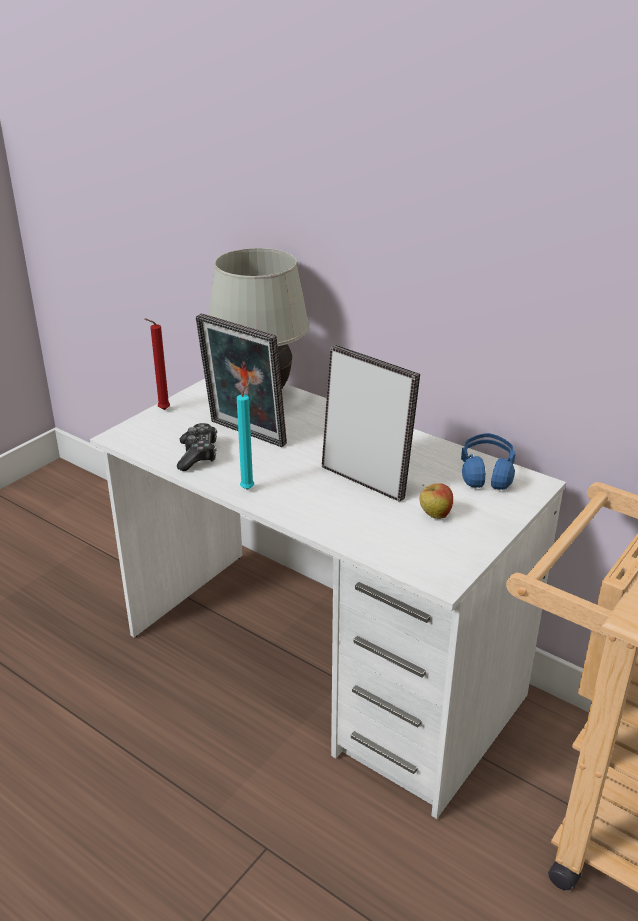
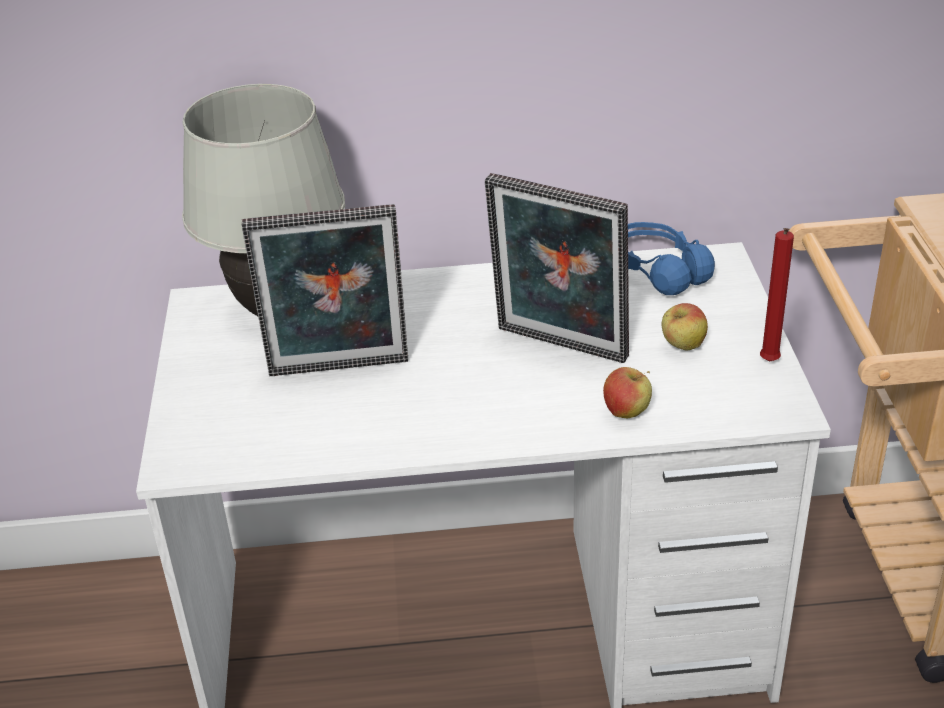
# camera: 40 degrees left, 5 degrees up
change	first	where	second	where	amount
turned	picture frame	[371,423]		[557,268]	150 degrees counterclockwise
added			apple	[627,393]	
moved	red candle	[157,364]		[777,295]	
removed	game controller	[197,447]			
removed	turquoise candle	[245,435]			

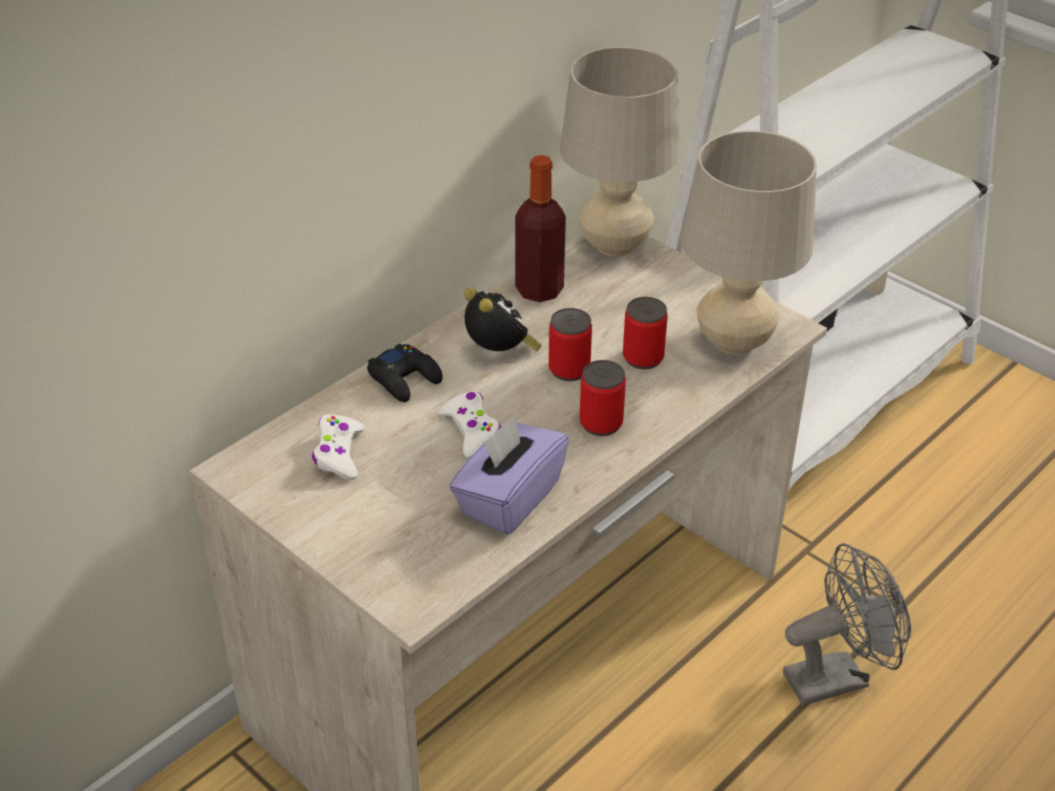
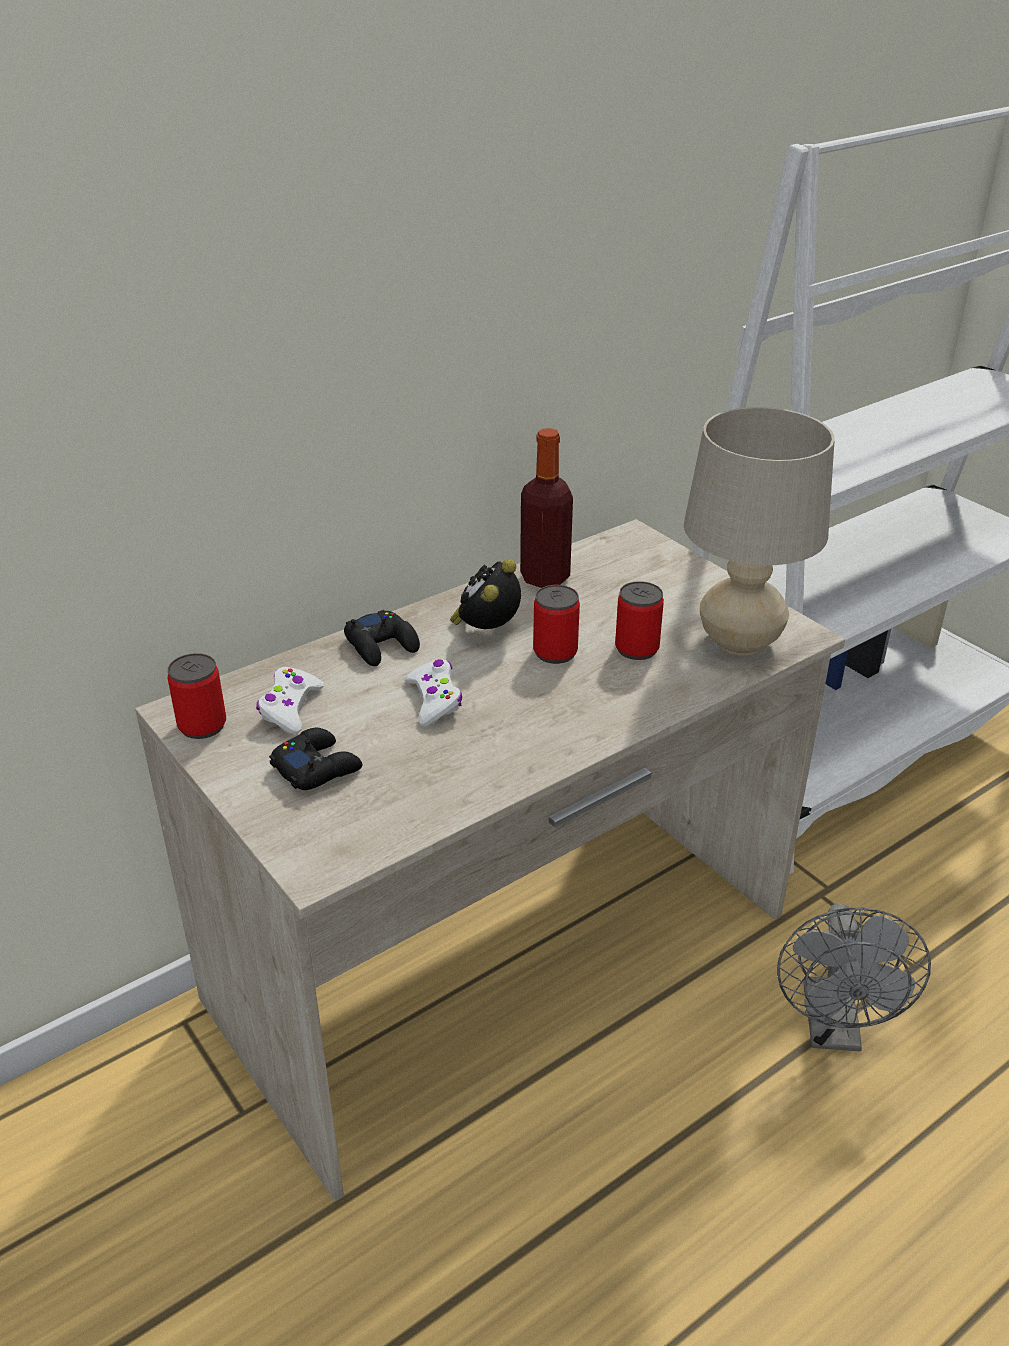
# camera: 10 degrees right, 5 degrees down
change	first	where	second	where	amount
moved	can	[602,398]		[197,696]	
added			black game controller	[315,759]	
turned	alarm clock	[503,319]		[485,594]	135 degrees counterclockwise
turned	grey fan	[847,624]		[854,977]	105 degrees clockwise
removed	purple tissue box	[509,475]			
removed	beige table lamp	[620,152]			

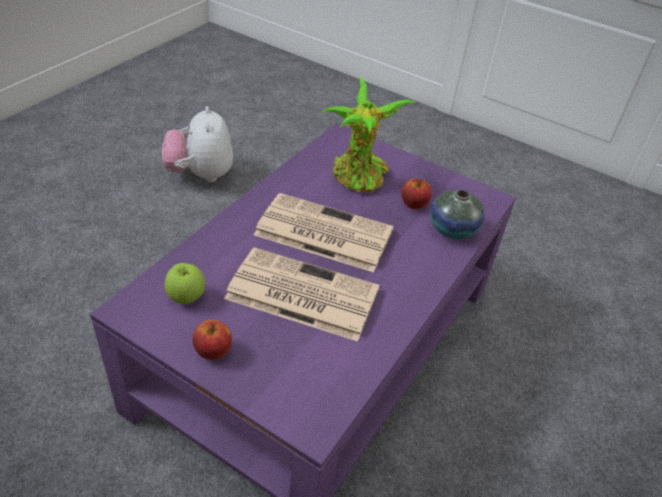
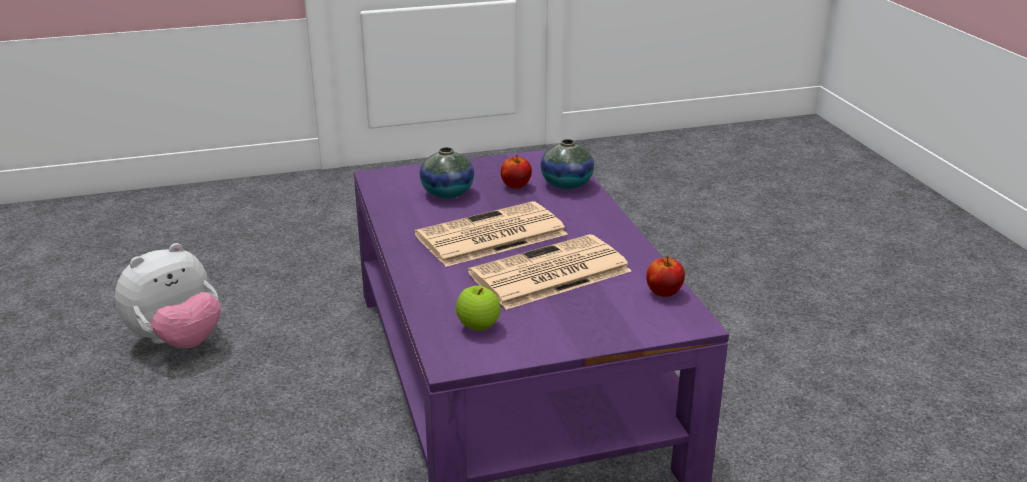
# camera: 45 degrees left, 15 degrees down
change	first	where	second	where	amount
turned	plush toy	[197,144]		[168,295]	75 degrees counterclockwise
replaced	potted plant	[368,135]	vase	[447,172]	
moved	apple	[212,340]		[665,276]	

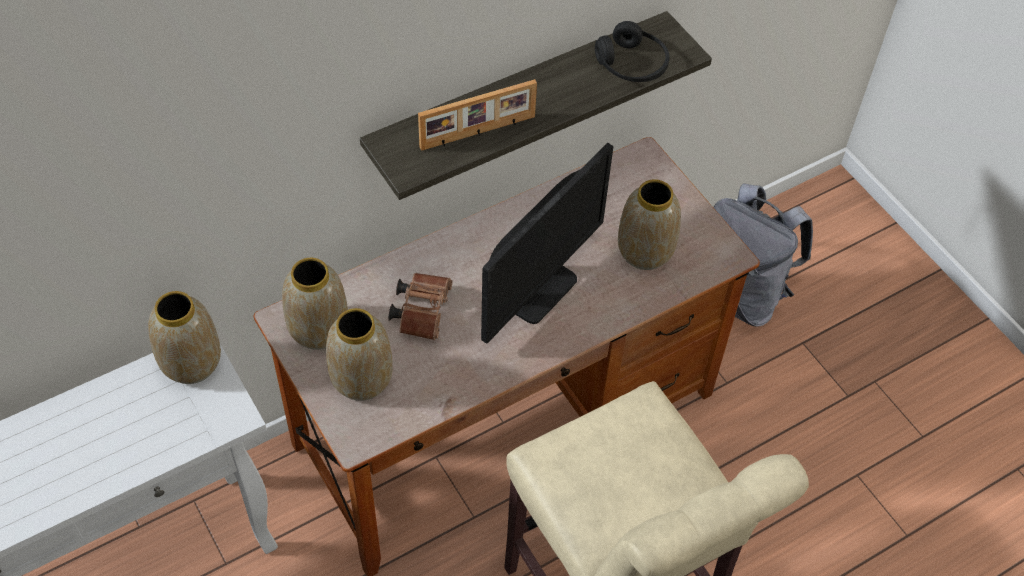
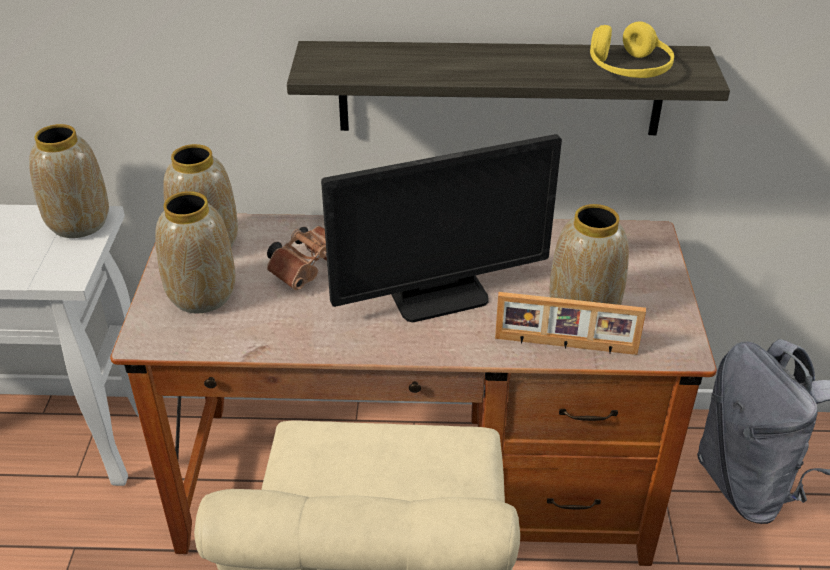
# camera: 35 degrees right, 15 degrees down
change	first	where	second	where	amount
moved	picture frame	[477,115]		[570,323]	
recoloured	black headphones	[632,51]	yellow headphones	[632,49]	

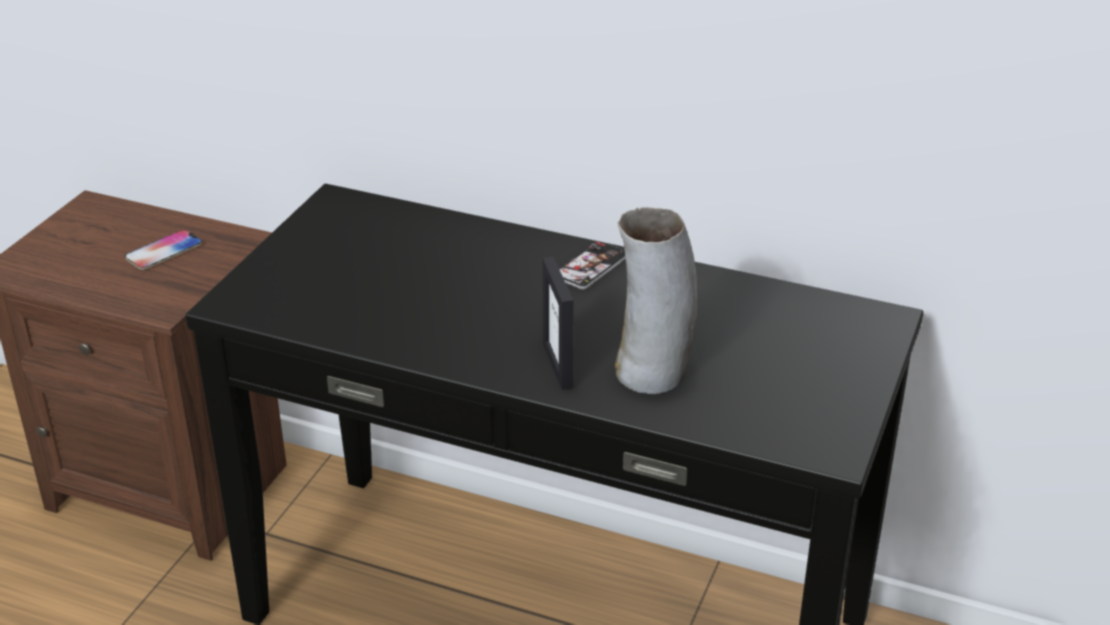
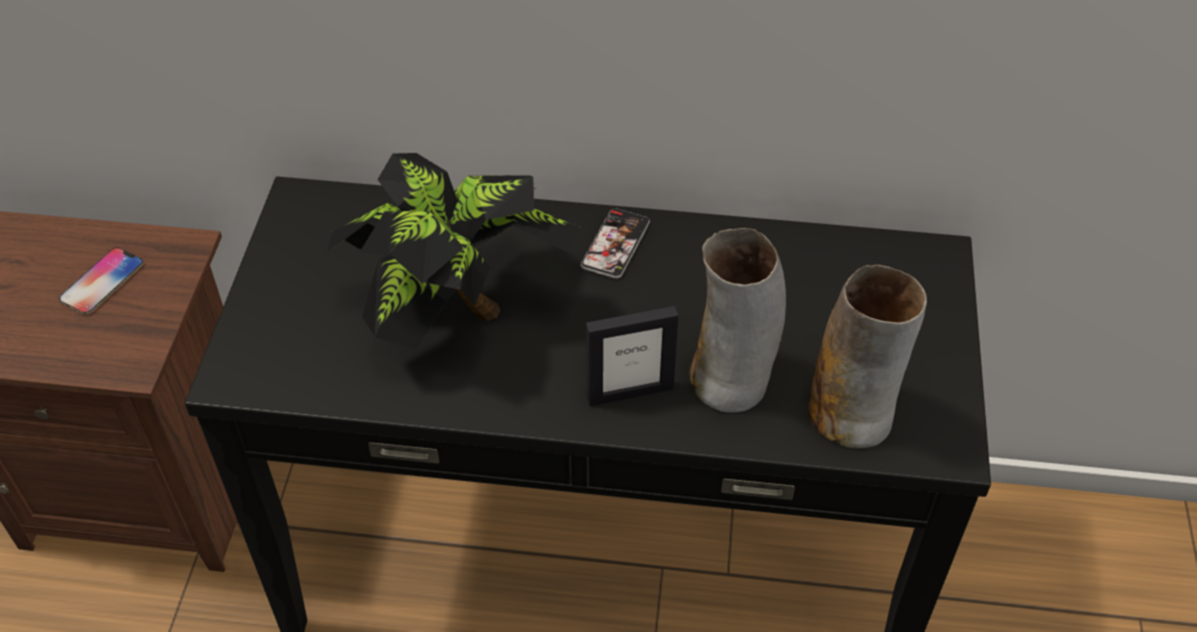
# camera: 15 degrees left, 15 degrees up
change	first	where	second	where	amount
added			potted plant	[454,251]	
turned	picture frame	[558,323]		[632,356]	75 degrees counterclockwise
added			vase	[867,357]	

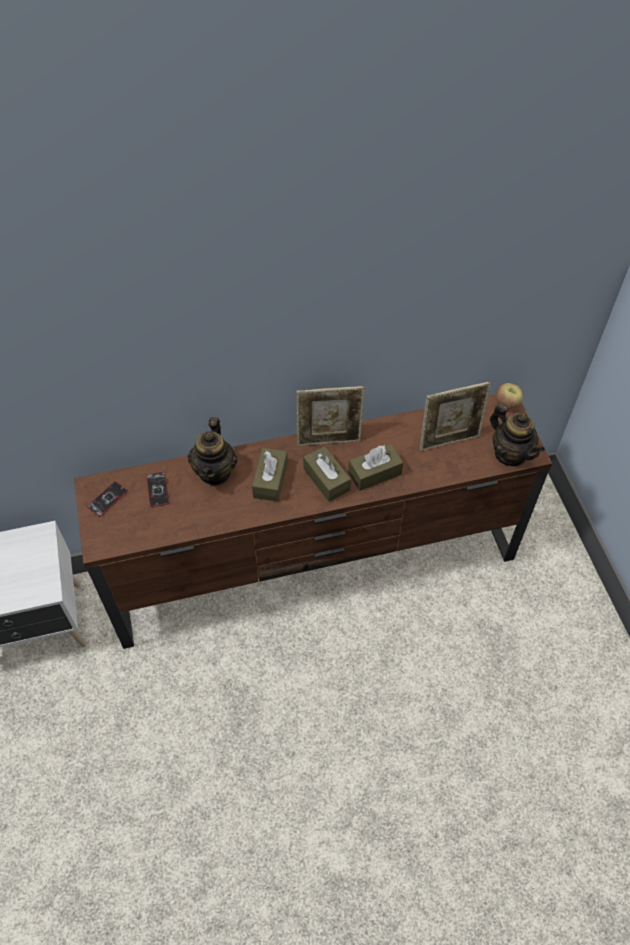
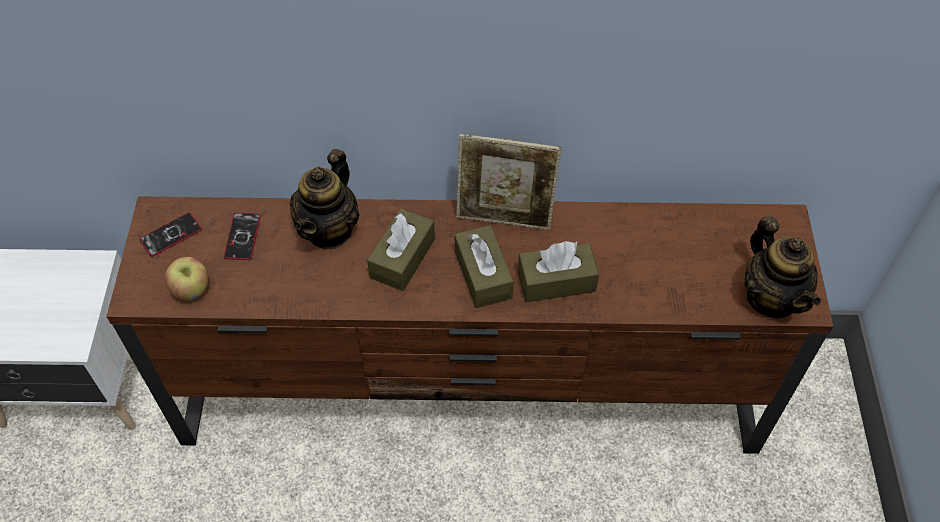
# camera: 15 degrees right, 0 degrees up
change	first	where	second	where	amount
moved	apple	[509,396]		[186,278]	
removed	picture frame	[455,416]			

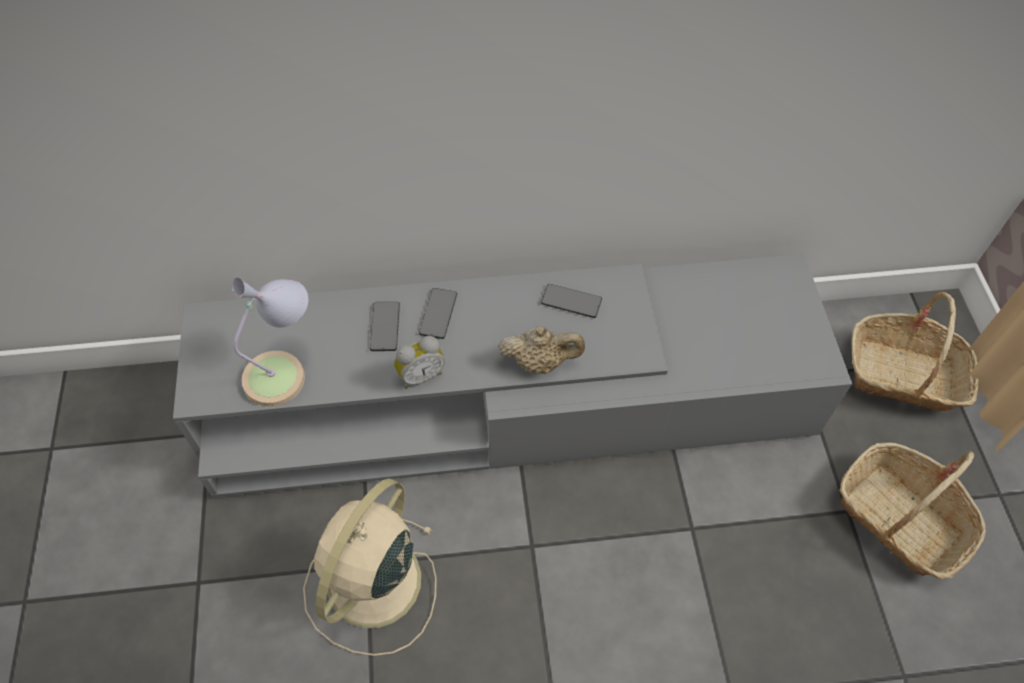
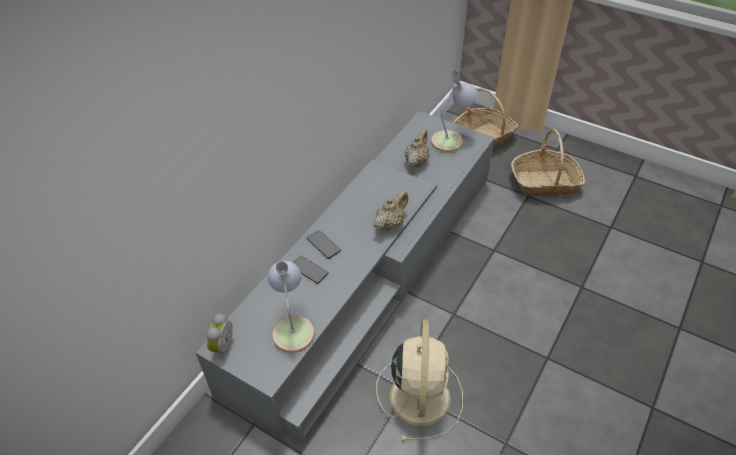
# camera: 50 degrees left, 10 degrees down
change	first	where	second	where	amount
moved	alarm clock	[419,362]		[220,336]	
turned	beige fan	[370,567]		[419,380]	150 degrees counterclockwise
added			beige teapot	[417,148]	
added			table lamp	[455,111]	
removed	phone	[571,301]			

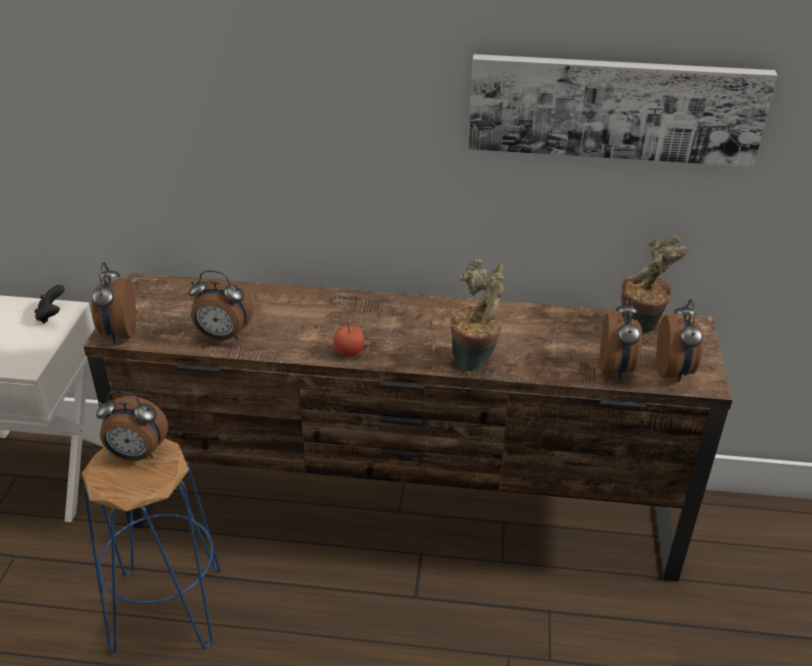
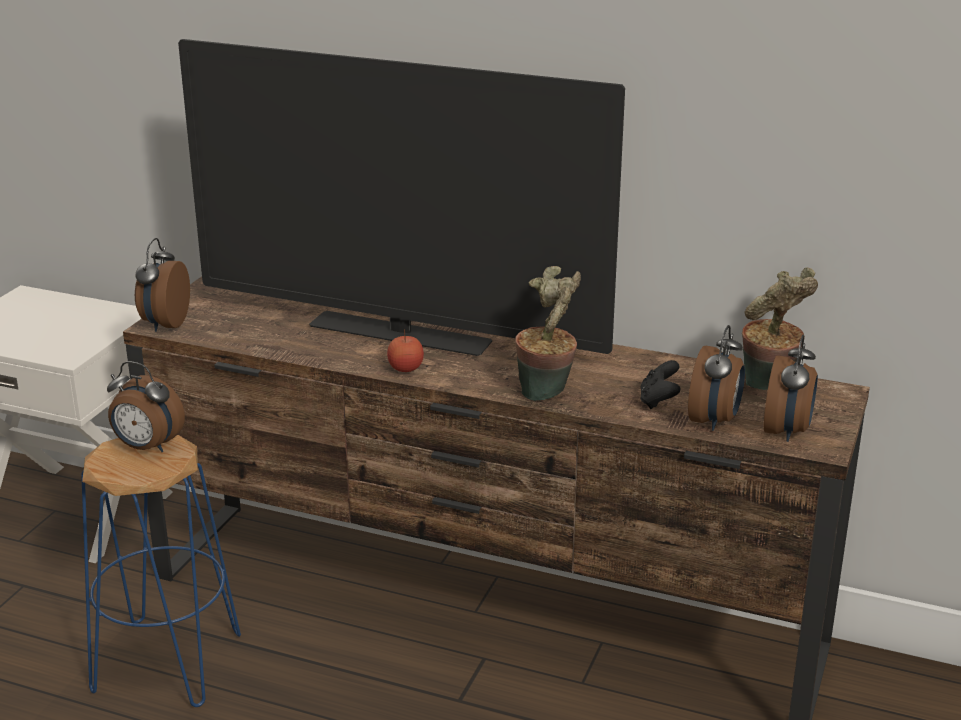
# camera: 15 degrees right, 10 degrees down
change	first	where	second	where	amount
added			television	[401,197]	
moved	black game controller	[49,304]		[660,384]	
removed	alarm clock	[221,305]			
removed	picture	[622,110]			

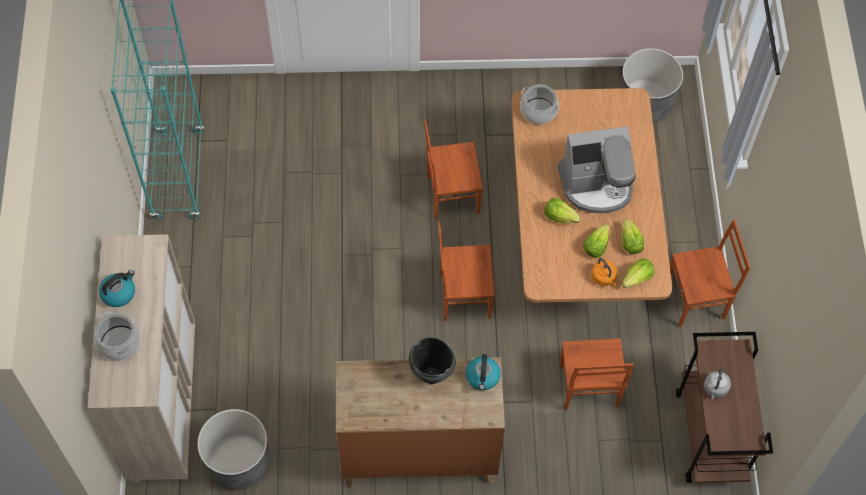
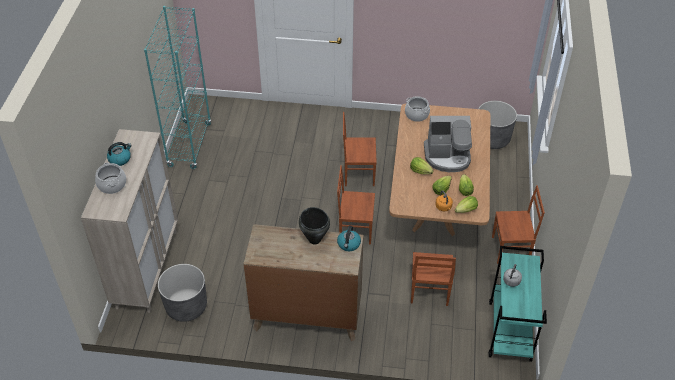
# camera: 10 degrees right, 15 degrees down
change	first	where	second	where	amount
recoloured	brown cart	[724,407]	turquoise cart	[518,304]	

